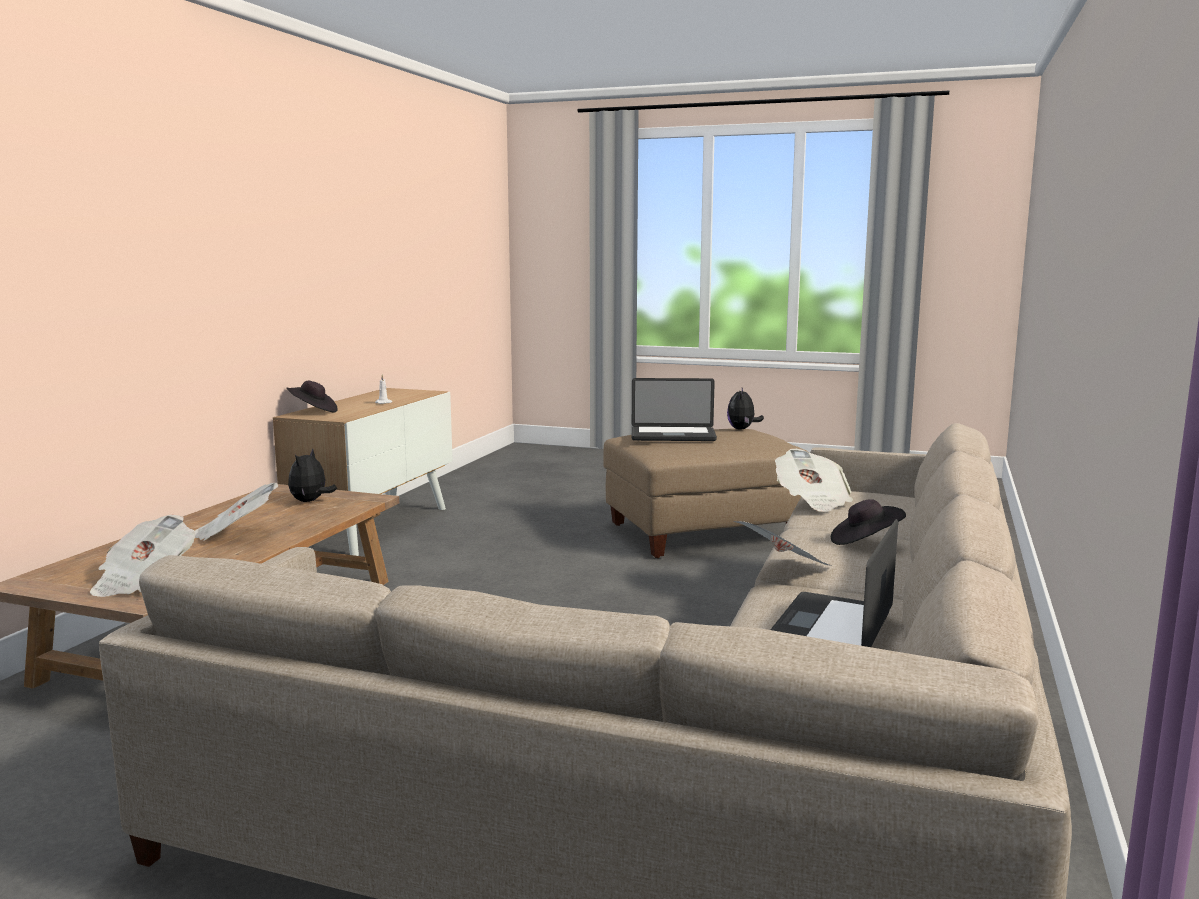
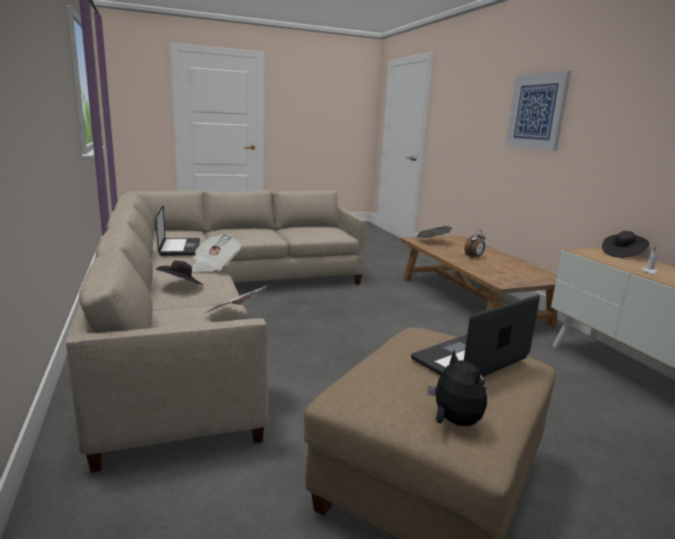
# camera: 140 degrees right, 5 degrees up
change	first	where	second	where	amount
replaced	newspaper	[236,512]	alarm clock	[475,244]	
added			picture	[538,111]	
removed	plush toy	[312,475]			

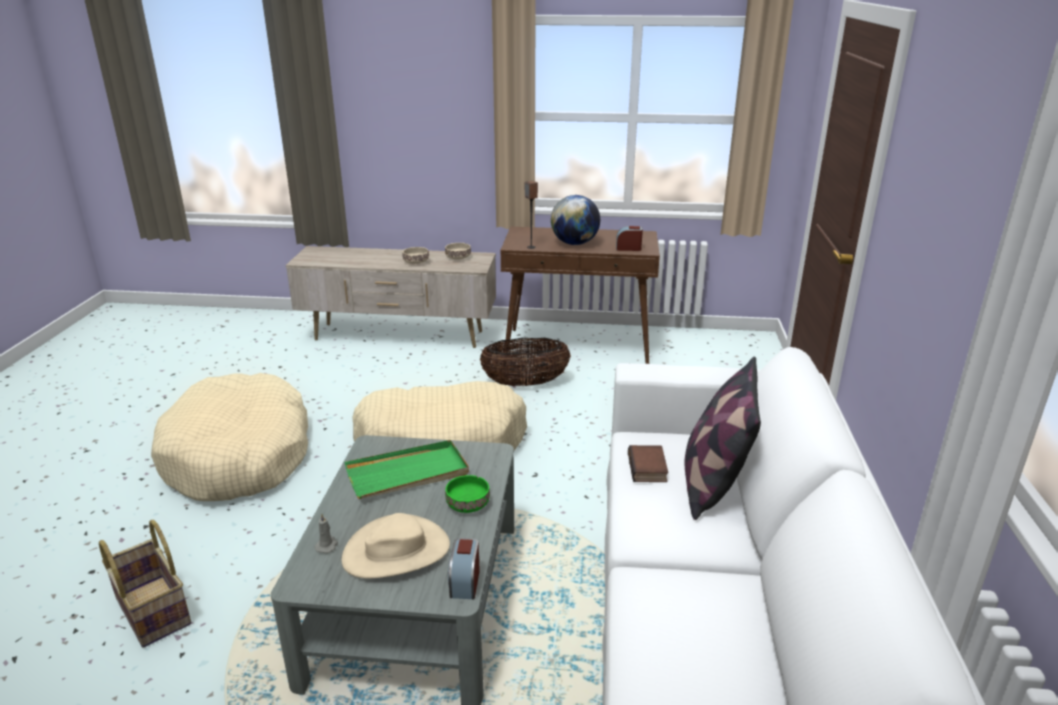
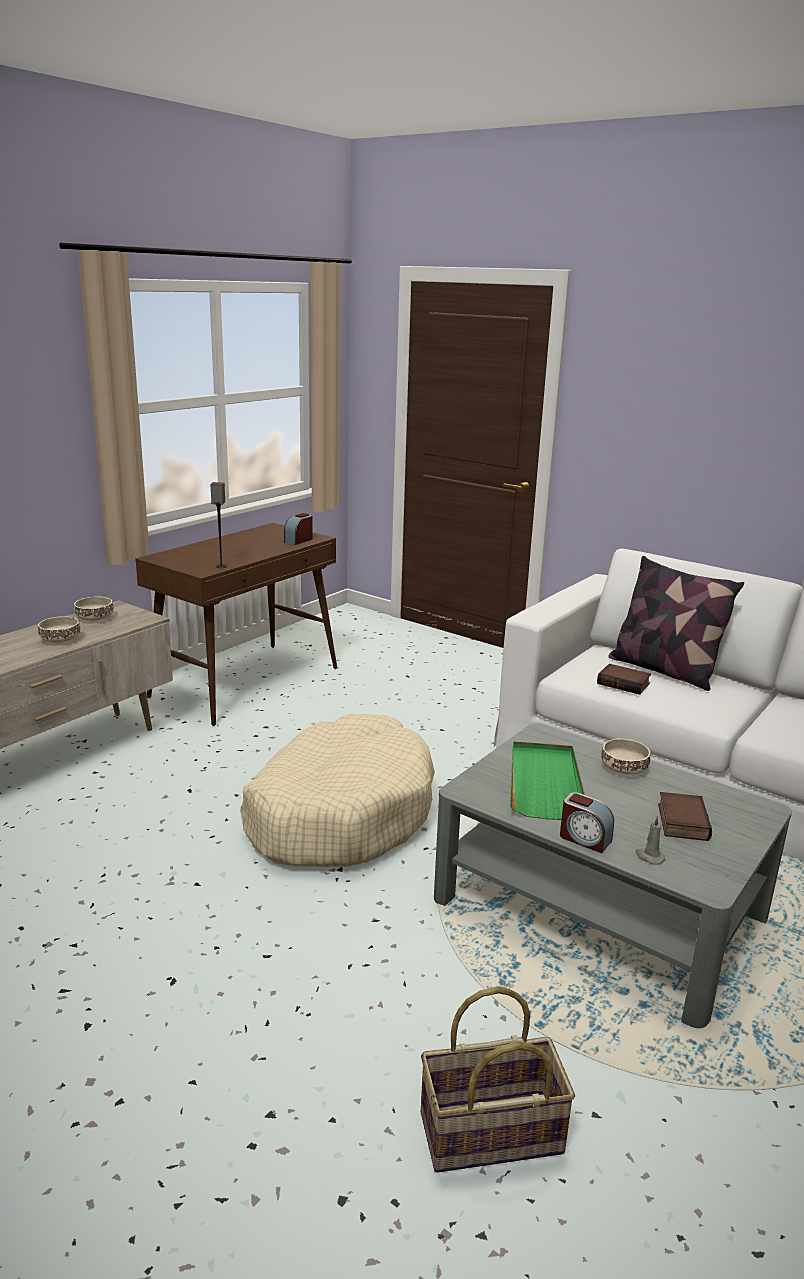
# camera: 60 degrees left, 5 degrees down
change	first	where	second	where	amount
moved	alarm clock	[464,568]		[587,822]	
recoloured	green bowl	[467,494]	beige bowl	[625,756]	
replaced	beige hat	[396,545]	book	[685,816]	
removed	beige dog bed	[229,437]			
removed	basket	[525,362]			
removed	globe	[575,220]			

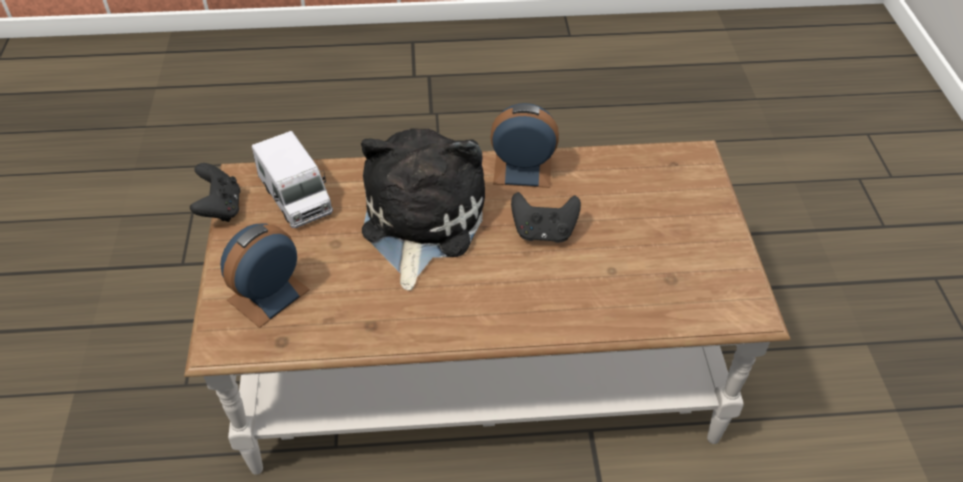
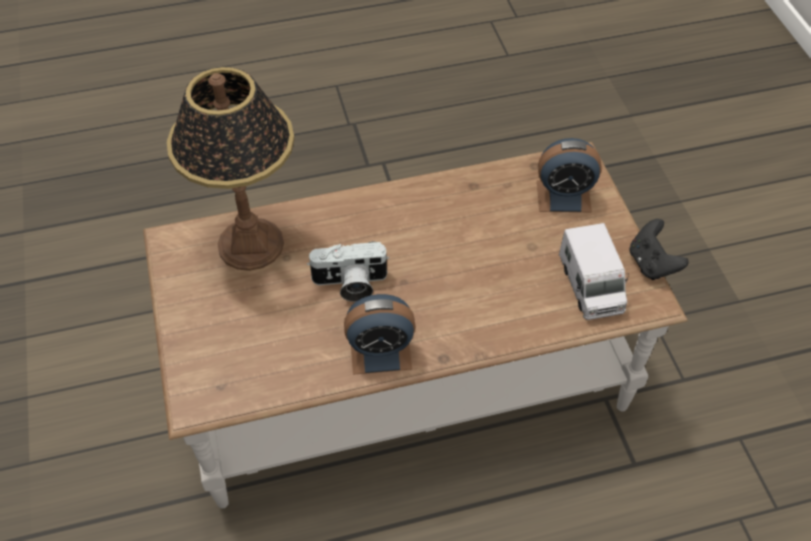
# camera: 170 degrees right, 5 degrees up
change	first	where	second	where	amount
added			table lamp	[231,169]	
replaced	black game controller	[546,217]	photo camera	[348,271]	
turned	alarm clock	[265,276]		[569,175]	60 degrees clockwise
turned	toy truck	[292,179]		[594,271]	150 degrees counterclockwise
removed	plush toy	[423,209]			

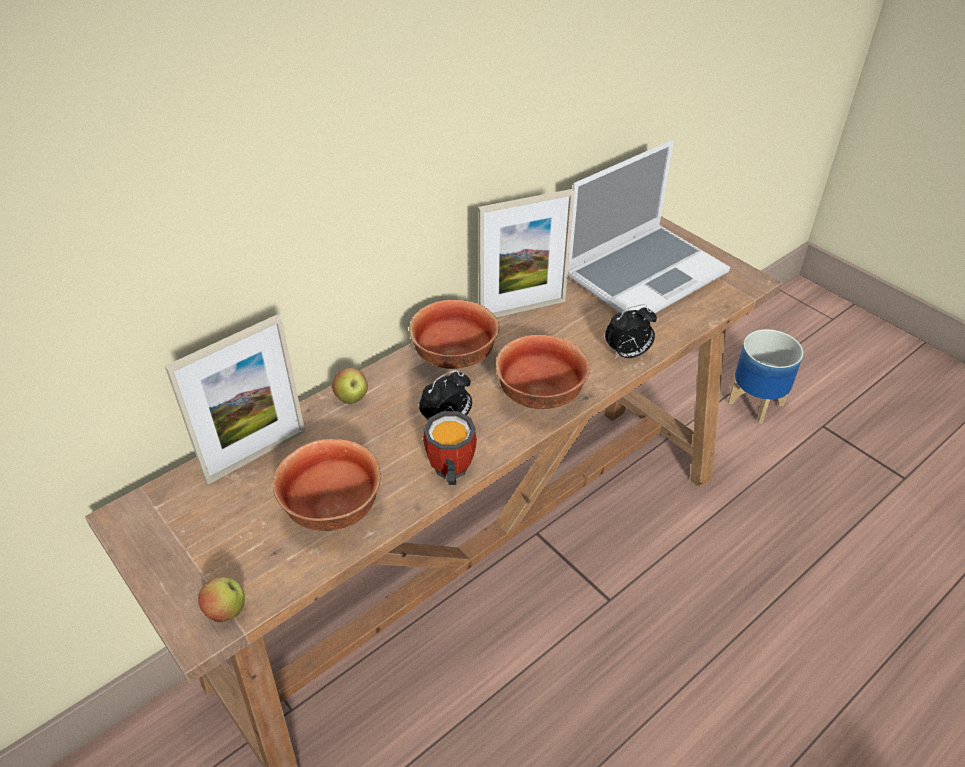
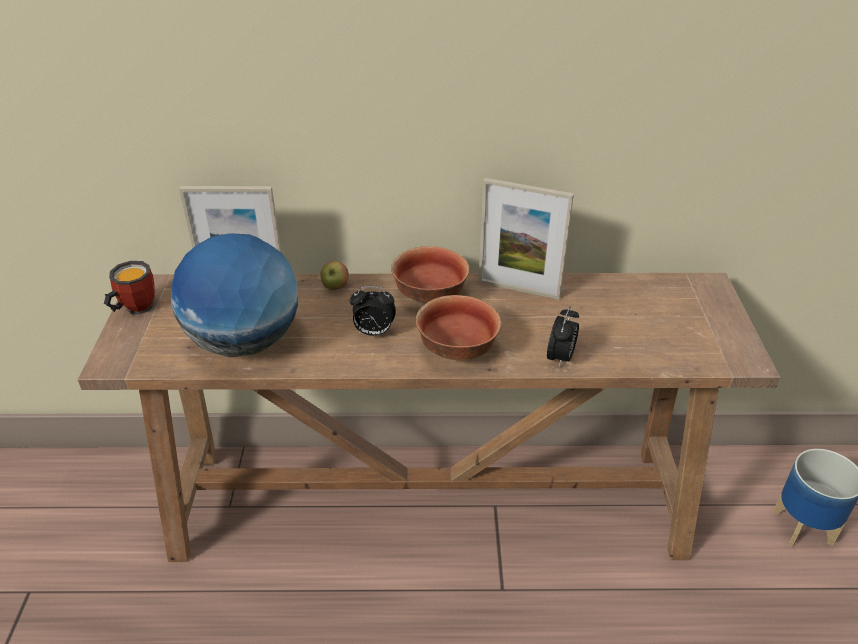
# camera: 40 degrees right, 5 degrees down
change	first	where	second	where	amount
moved	mug	[450,448]		[129,288]	
replaced	bowl	[327,485]	globe	[234,295]	
turned	alarm clock	[631,331]		[563,337]	90 degrees counterclockwise
removed	apple	[221,599]			
removed	laptop	[649,226]			

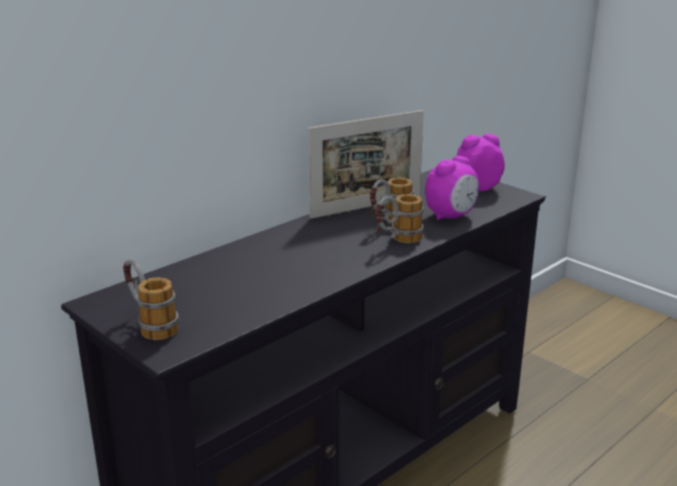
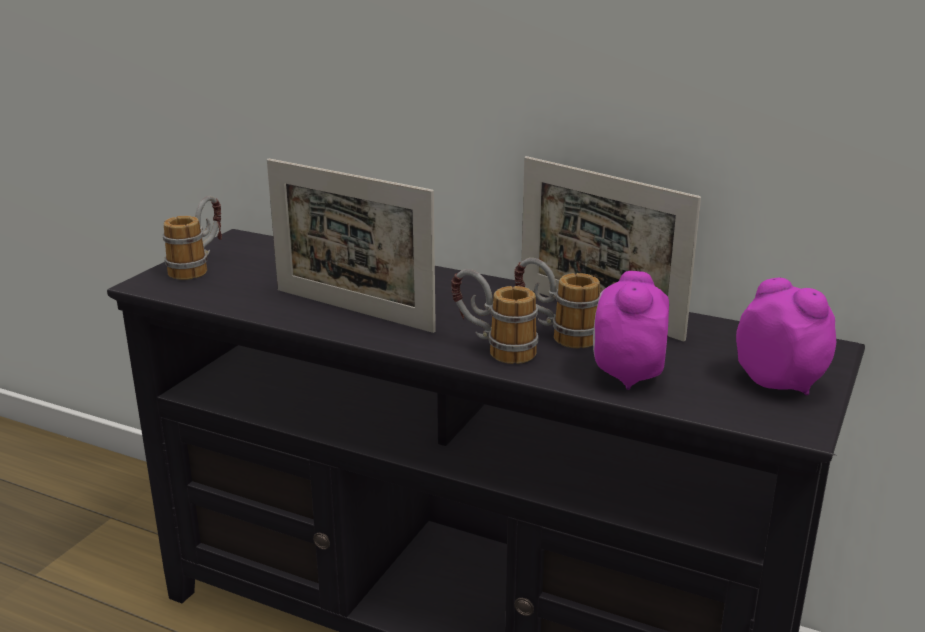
# camera: 70 degrees right, 0 degrees up
change	first	where	second	where	amount
added			picture frame	[351,246]	
turned	alarm clock	[452,188]		[631,330]	75 degrees clockwise

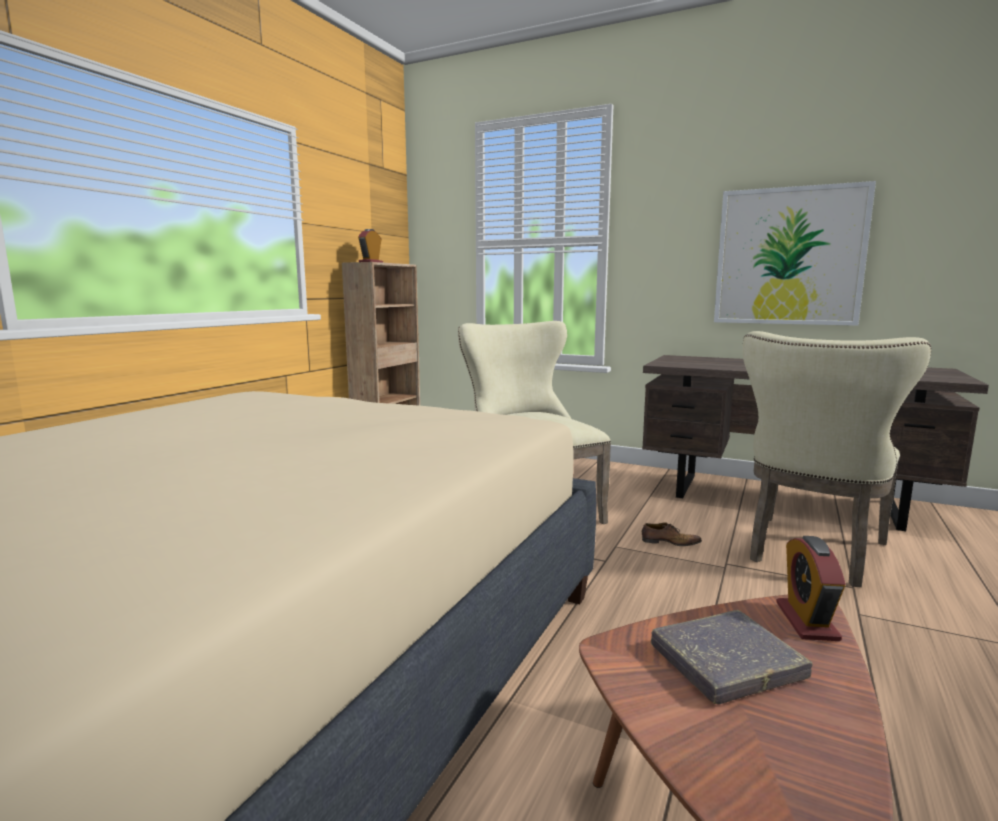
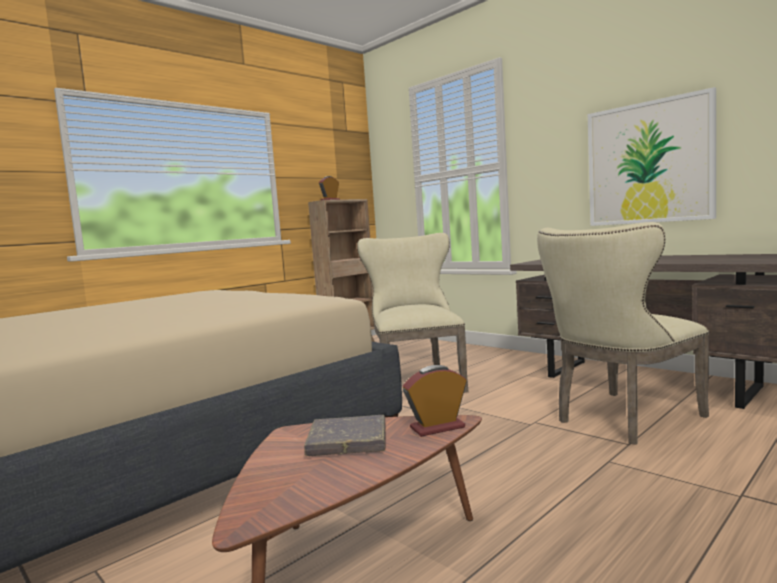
# camera: 20 degrees right, 5 degrees down
change	first	where	second	where	amount
turned	alarm clock	[811,588]		[435,401]	45 degrees clockwise
removed	shoe	[672,534]			

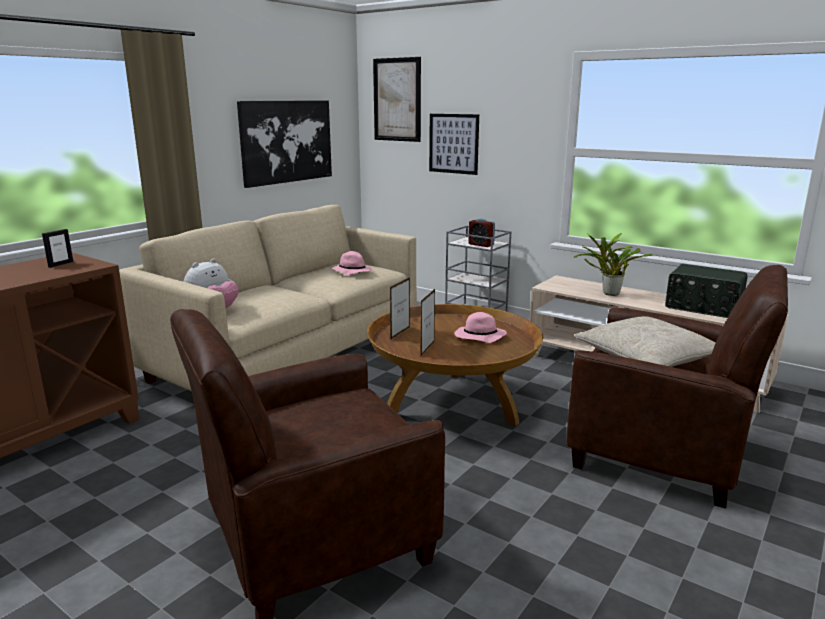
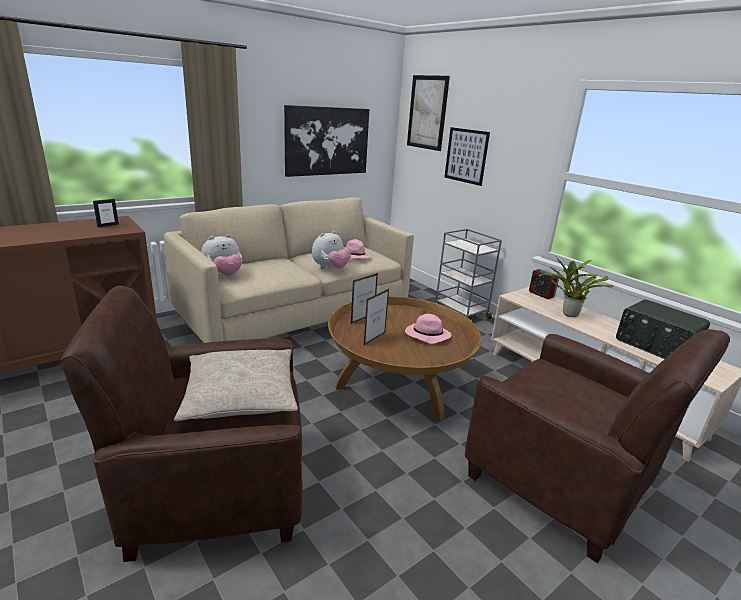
# camera: 15 degrees right, 5 degrees up
change	first	where	second	where	amount
moved	beige pillow	[645,341]		[236,385]	
added			plush toy	[331,250]	
moved	alarm clock	[481,232]		[544,284]	

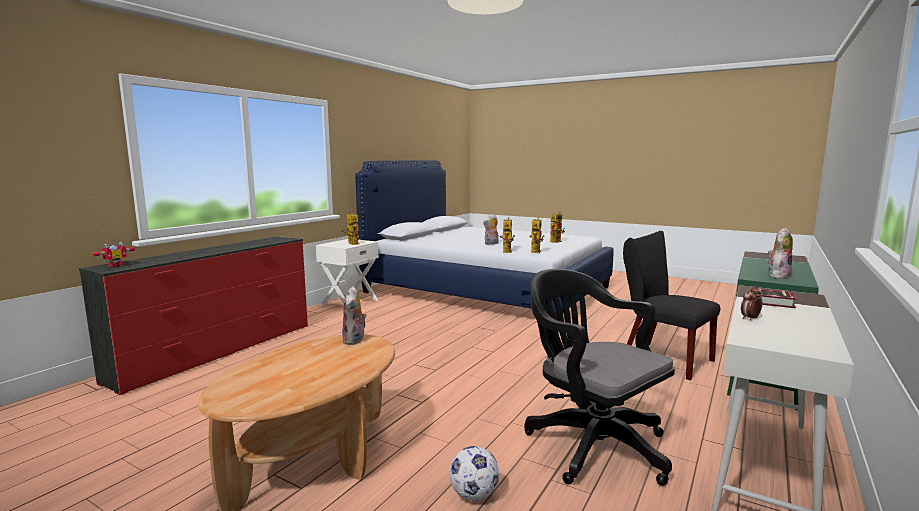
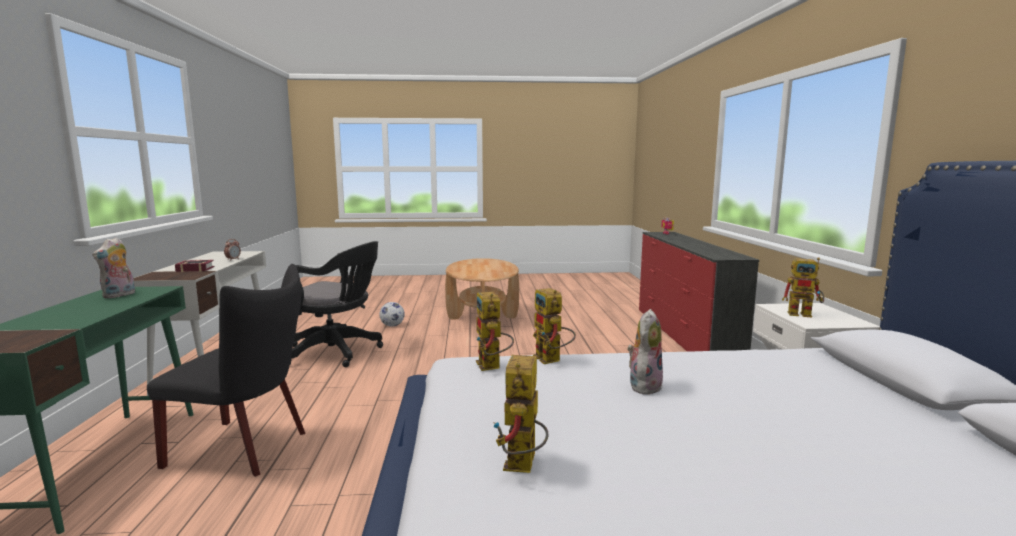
# camera: 145 degrees right, 0 degrees up
change	first	where	second	where	amount
removed	plush toy	[354,315]			

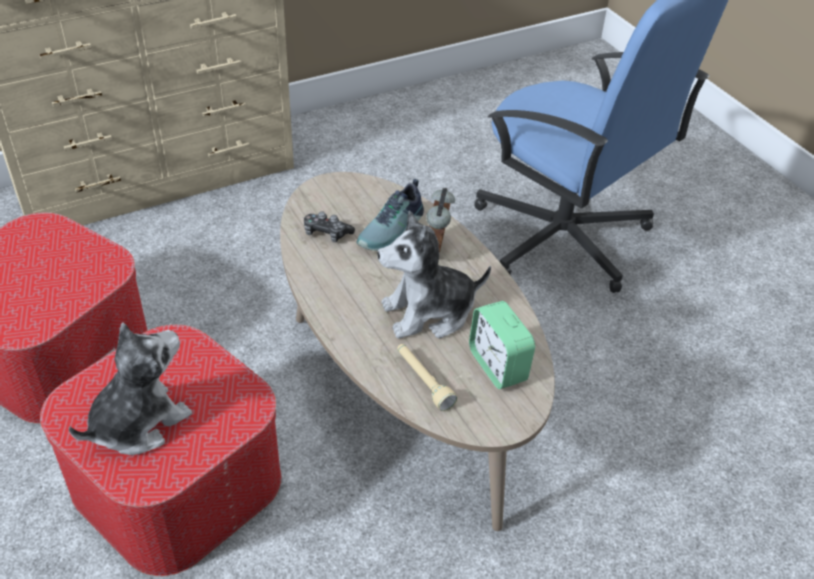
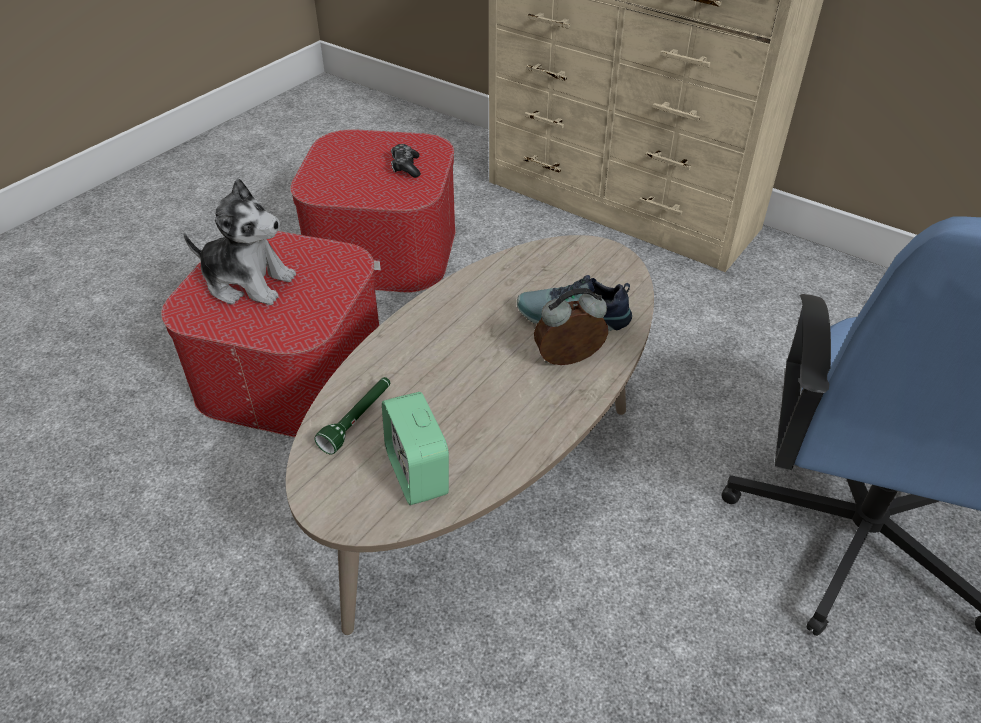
# camera: 65 degrees right, 0 degrees up
change	first	where	second	where	amount
recoloured	beige flashlight	[427,377]	green flashlight	[352,416]	
turned	alarm clock	[502,345]		[415,448]	60 degrees counterclockwise
moved	game controller	[329,226]		[406,161]	
removed	plush toy	[434,275]			

